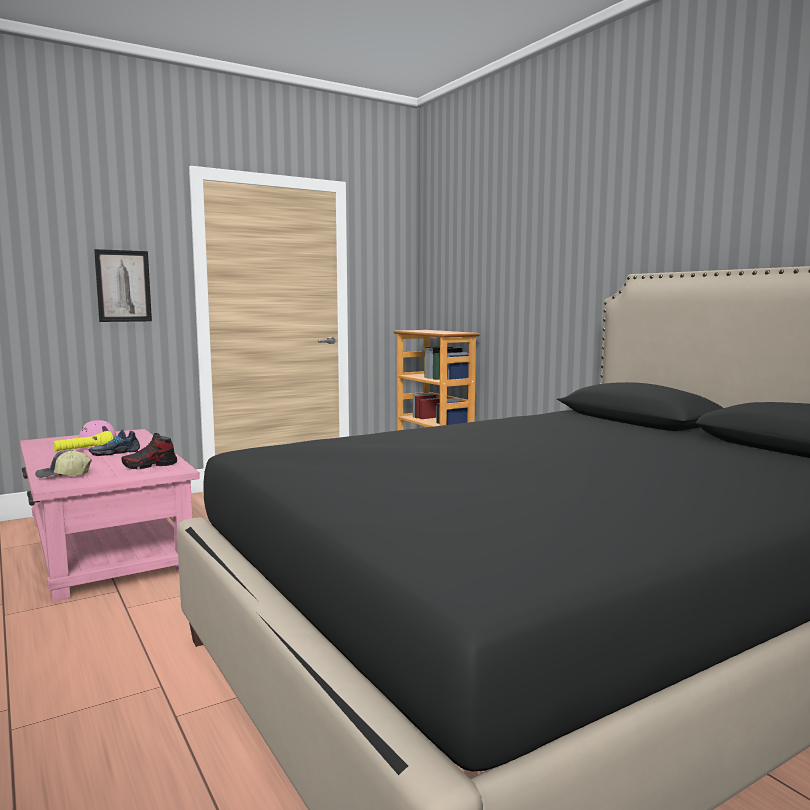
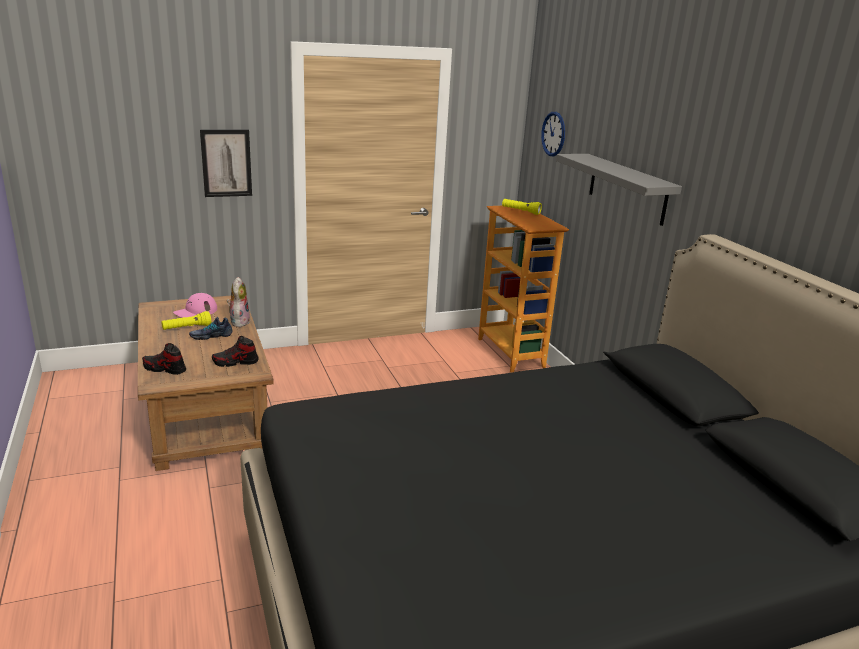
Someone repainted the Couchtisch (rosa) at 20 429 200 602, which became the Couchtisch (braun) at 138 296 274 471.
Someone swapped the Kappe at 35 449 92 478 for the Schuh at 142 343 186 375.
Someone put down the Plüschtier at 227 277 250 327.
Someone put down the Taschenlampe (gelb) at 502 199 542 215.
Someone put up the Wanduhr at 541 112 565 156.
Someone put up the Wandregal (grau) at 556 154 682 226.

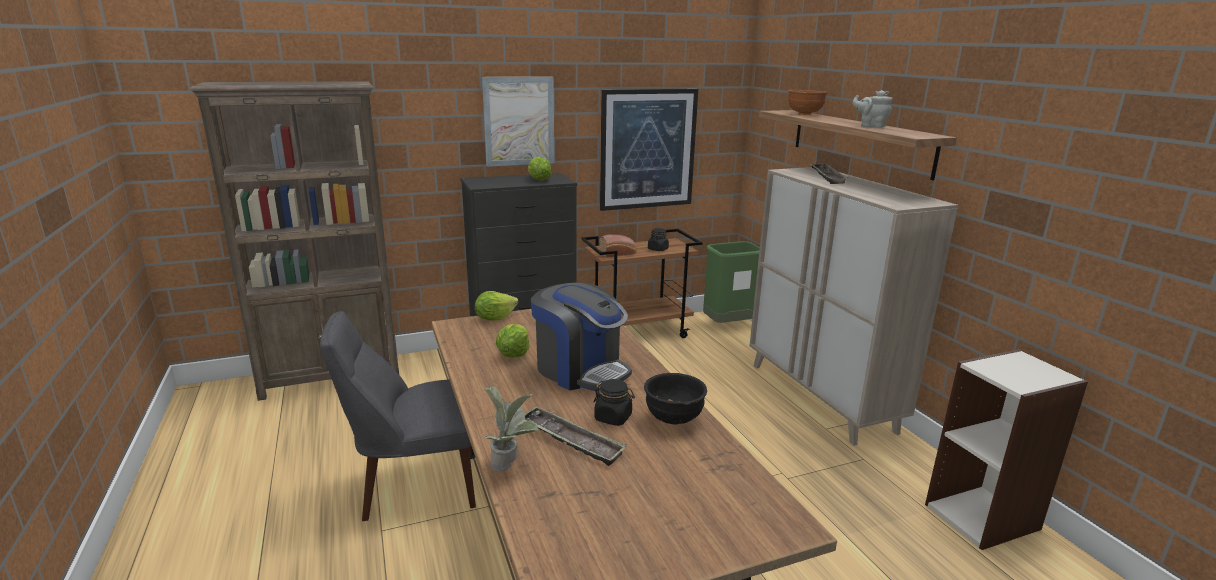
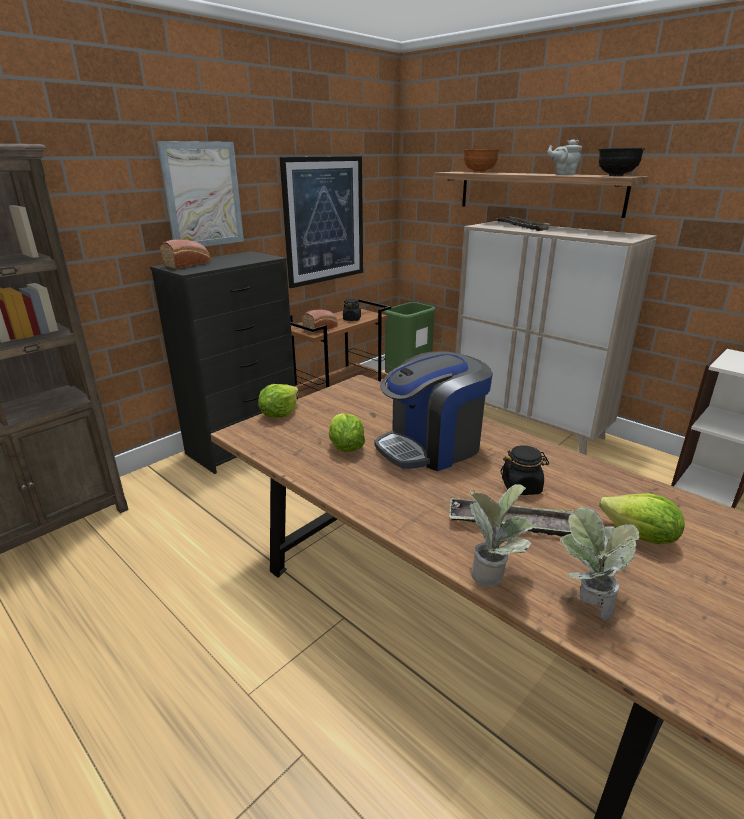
Someone took away the Stuhl (grau) at 320 311 476 521.
Someone carried the Salatkopf from 528 157 552 181 to 599 493 685 544.
Someone rotated the Kaffeemaschine at 531 282 632 391 by 135 degrees clockwise.
Someone carried the Schüssel (schwarz) from 644 373 707 425 to 598 148 645 176.
Someone put down the Brot at 160 239 211 269.
Someone put down the Topfpflanze at 560 507 639 620.

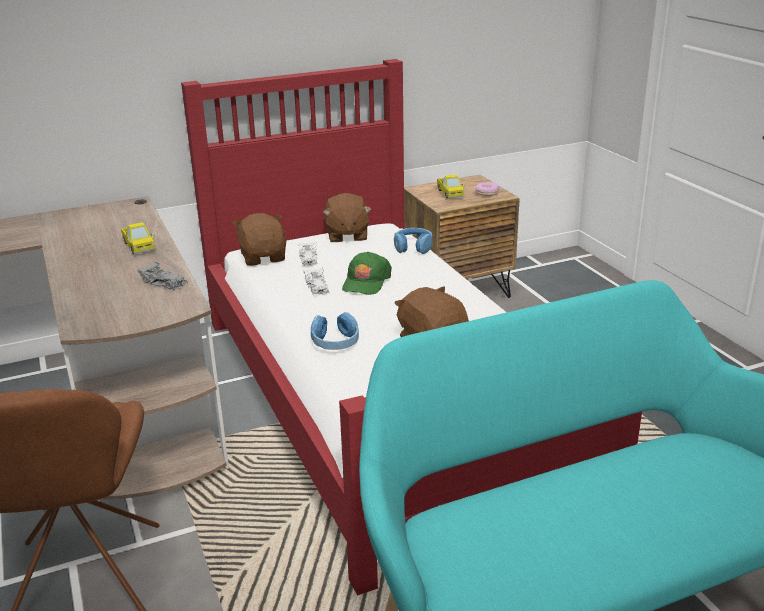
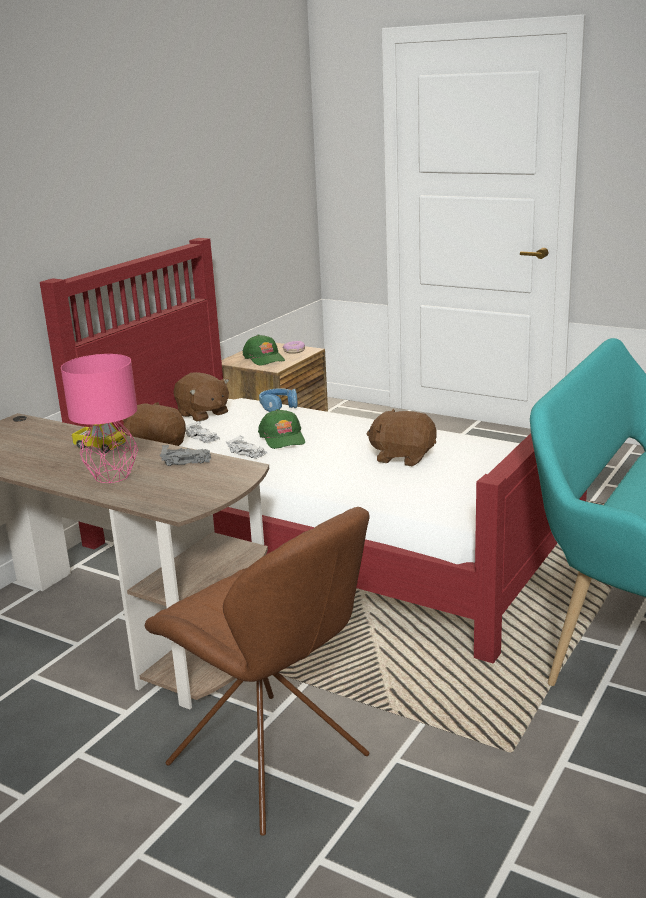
Someone took away the Kopfhörer (blau) at 311 312 359 350.
Someone swapped the Spielzeuglaster at 437 175 465 198 for the Kappe (grün) at 243 334 285 366.
Someone put down the Tischlampe (rosa) at 61 354 138 483.

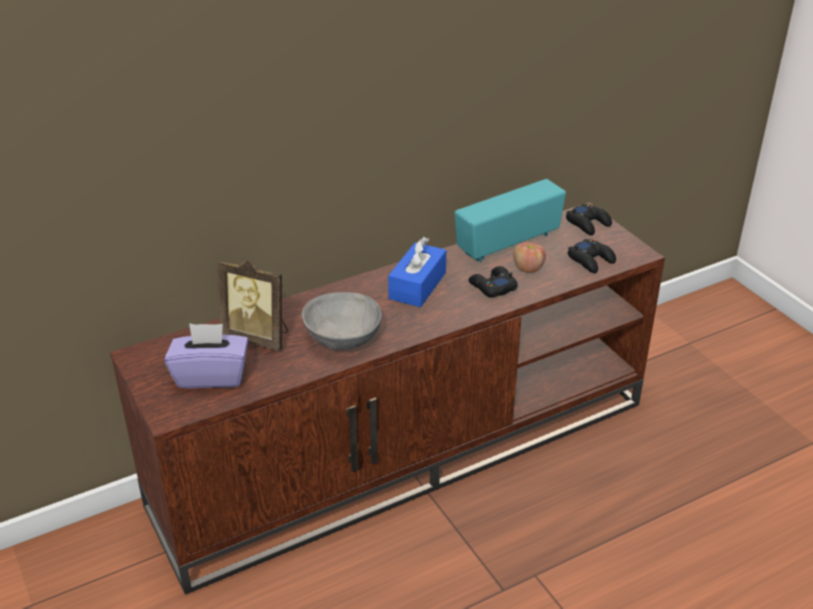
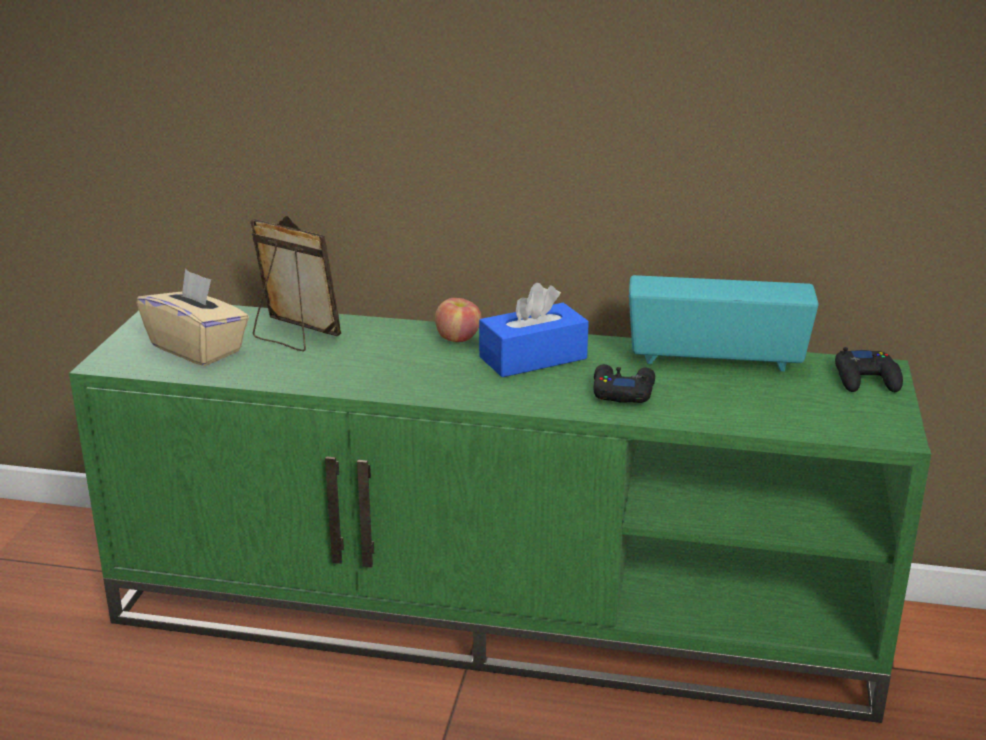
Someone repainted the Fernsehschrank (braun) at 110 202 665 595, which became the Fernsehschrank (grün) at 69 305 931 723.
Someone repainted the Taschentuchbox (lila) at 165 323 248 388, which became the Taschentuchbox (beige) at 137 269 249 366.
Someone rotated the Bilderrahmen at 218 259 288 351 by 150 degrees clockwise.
Someone took away the Schüssel (grau) at 302 292 382 350.
Someone carried the Apfel from 513 242 546 273 to 435 298 481 342.
Someone took away the Gamepad (schwarz) at 568 239 616 273.

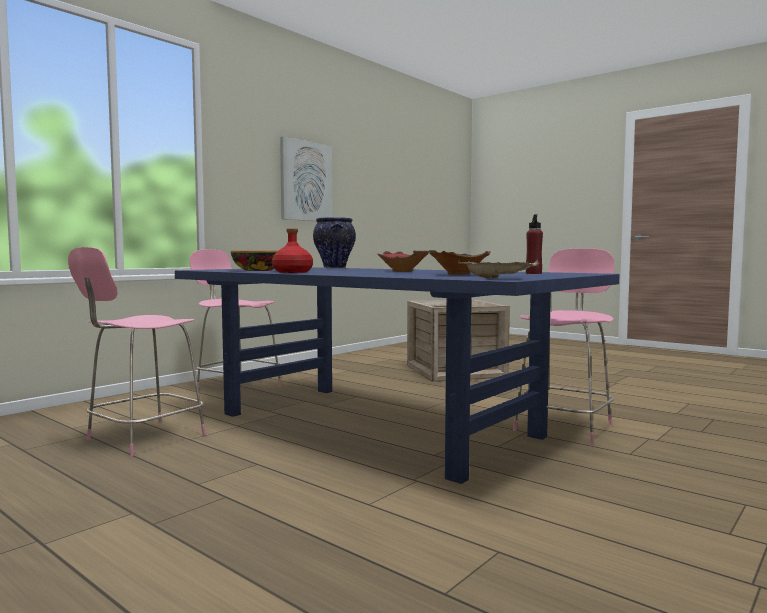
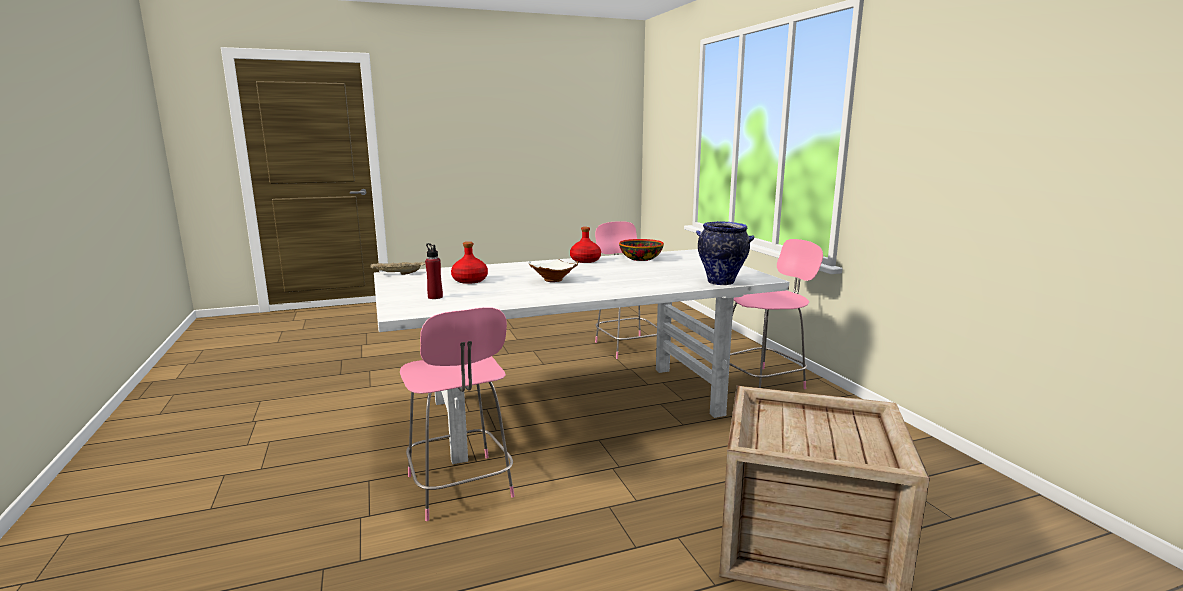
Someone repainted the Esstisch (blau) at 175 267 620 484, which became the Esstisch (weiß) at 374 249 789 464.
Someone took away the Bild at 280 137 332 221.
Someone repainted the Schüssel (rot) at 377 251 429 272, which became the Schüssel (weiß) at 529 259 578 282.
Someone swapped the Schüssel (schwarz) at 429 250 490 275 for the Flasche (rot) at 451 242 488 284.

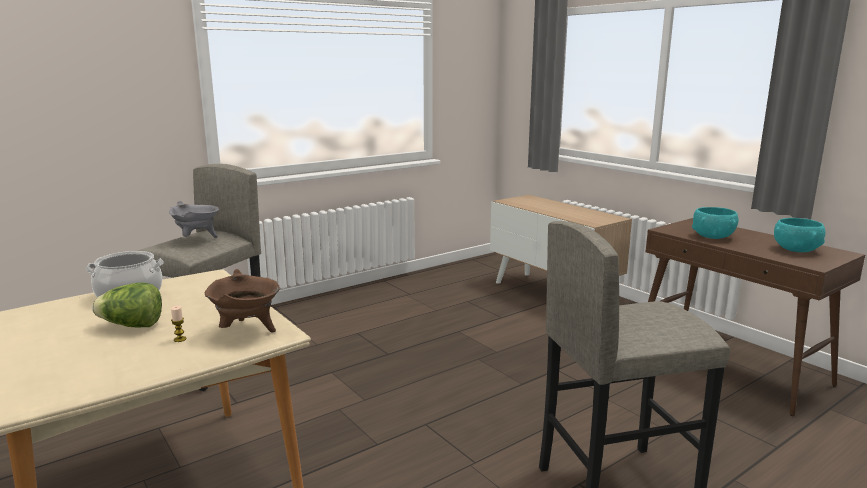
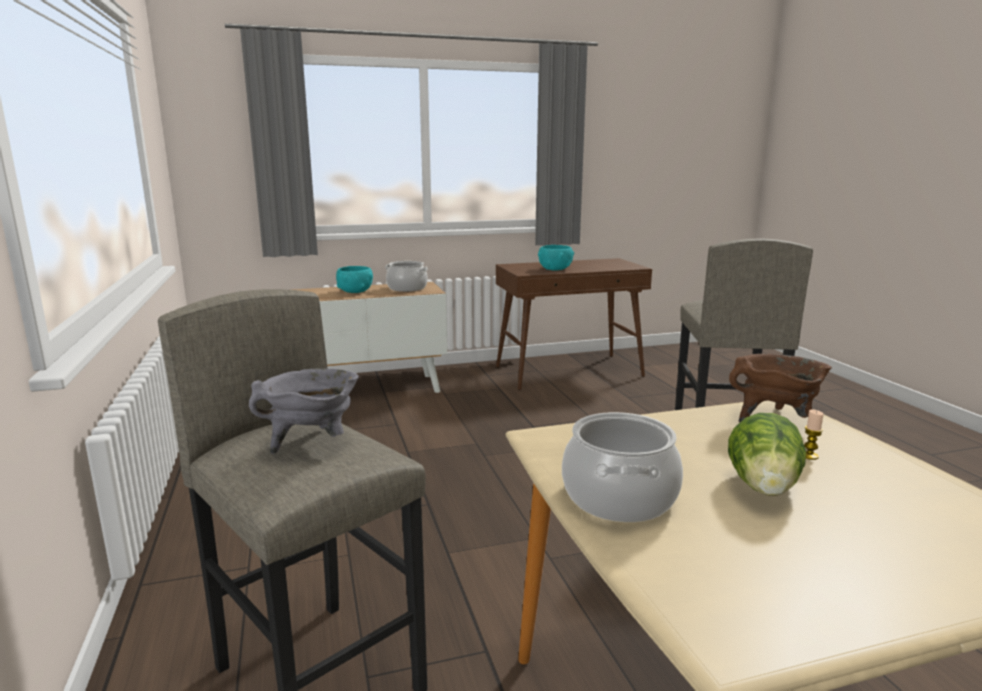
Someone carried the Schüssel (türkis) from 774 218 826 252 to 336 266 373 293.
Someone put down the Kochtopf at 385 261 428 292.

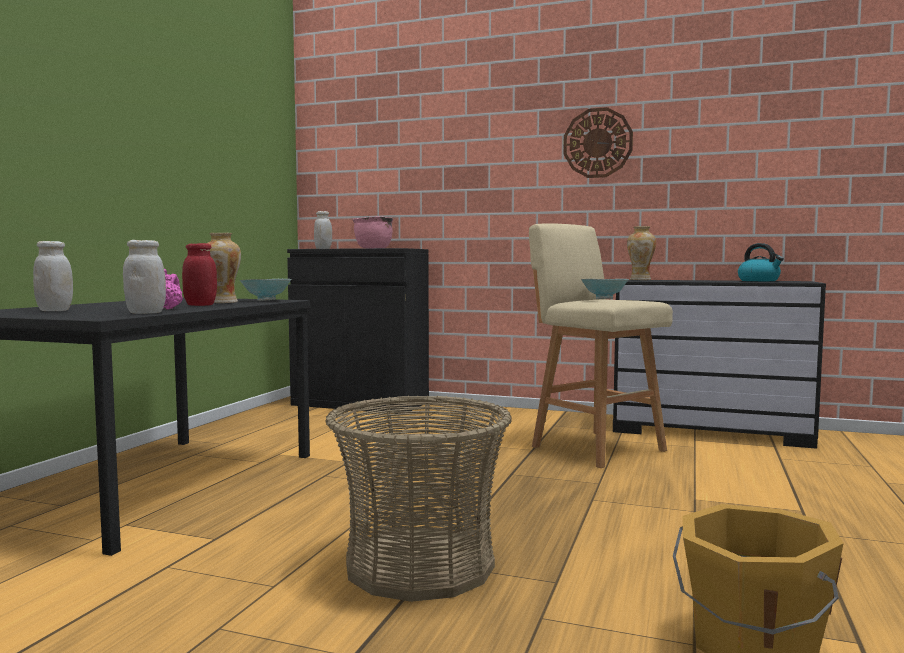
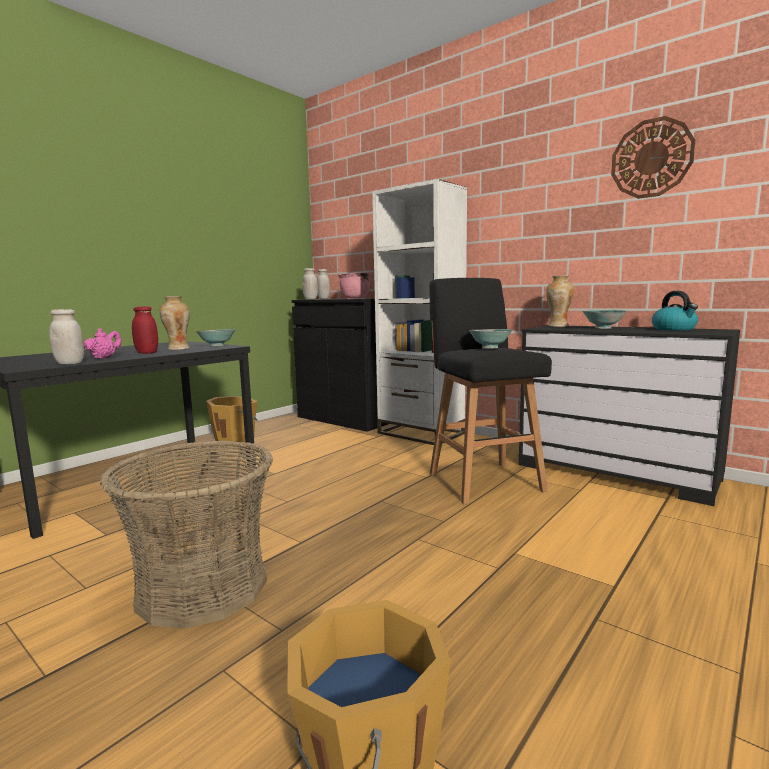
Someone carried the Vorratsglas (weiß) from 33 241 73 311 to 303 268 318 299.
Someone repainted the Hocker (beige) at 529 223 673 468, which became the Hocker (schwarz) at 429 278 552 504.
Someone carried the Wanduhr from 563 107 633 178 to 611 116 695 199.
Someone put down the Eimer (orange) at 206 396 258 442.
Someone put down the Bücherregal (weiß) at 372 179 467 445.
Someone put down the Schüssel at 583 310 627 329.

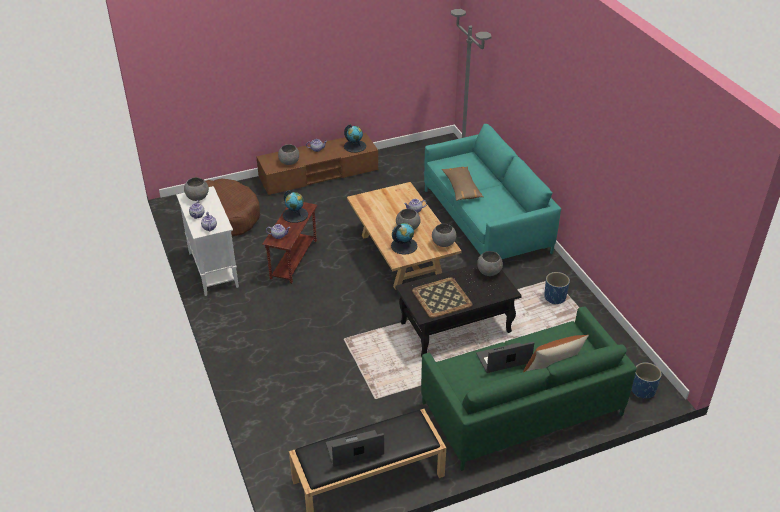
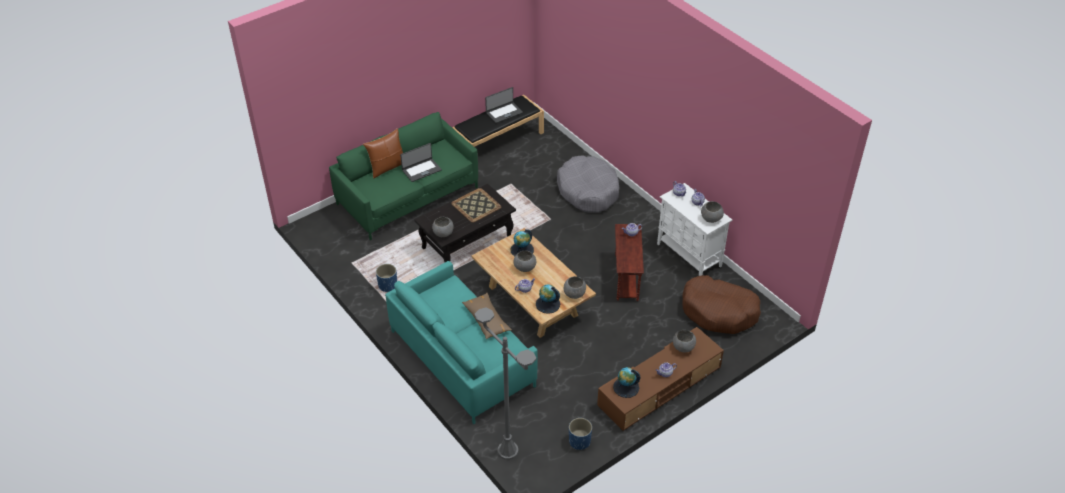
Someone carried the Globus from 283 190 308 223 to 536 285 560 314.
Someone carried the Schüssel (grau) from 432 224 456 247 to 564 276 586 299.
Someone carried the Pflanzkübel (blau) from 632 362 662 399 to 569 418 592 450.
Someone put down the Hundebett (grau) at 557 155 619 213.

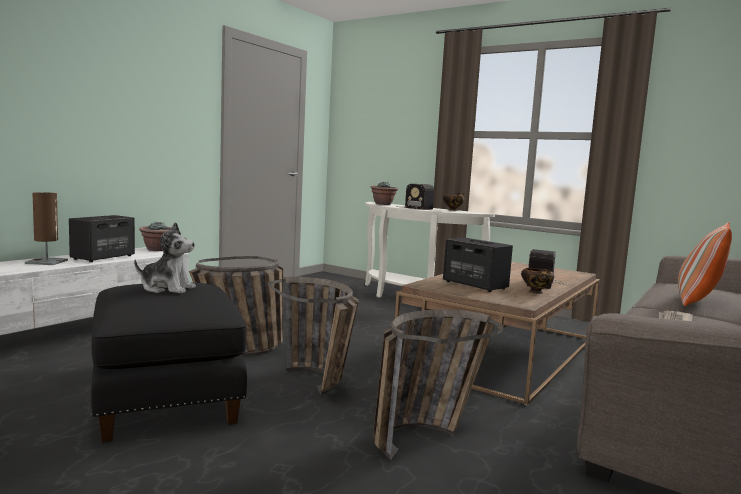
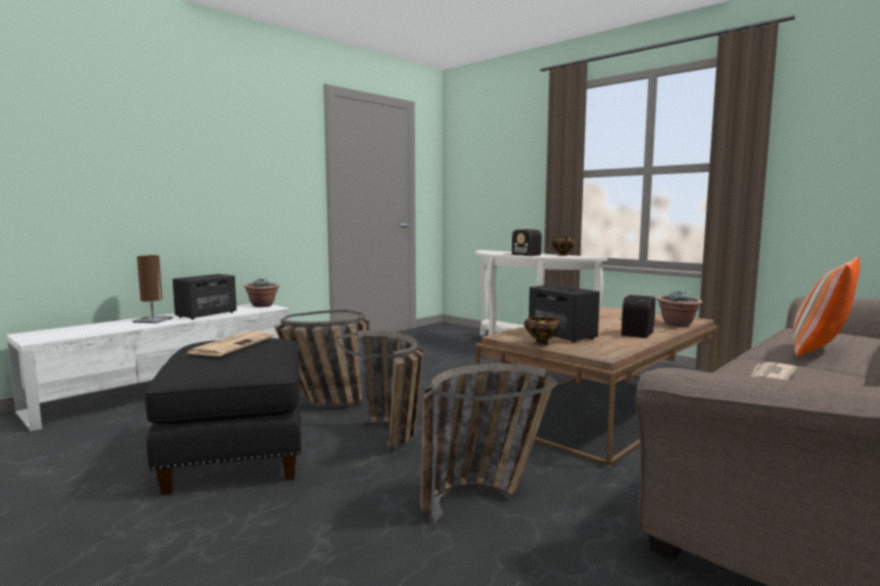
Someone swapped the Plüschtier at 134 222 196 293 for the Zeitung at 185 331 274 356.
Someone carried the Topfpflanze from 370 182 398 205 to 657 291 703 327.
Someone carried the Schüssel from 521 268 554 294 to 524 317 560 345.

